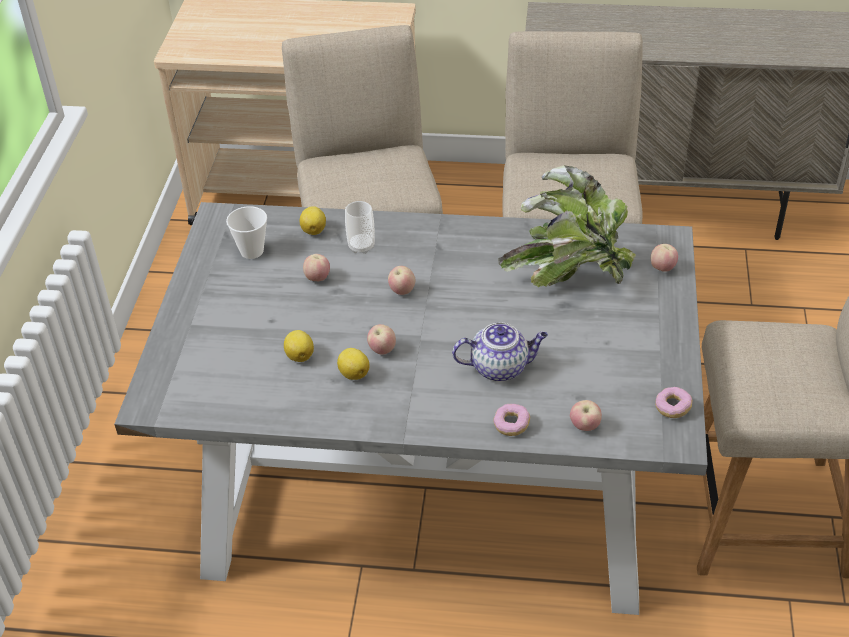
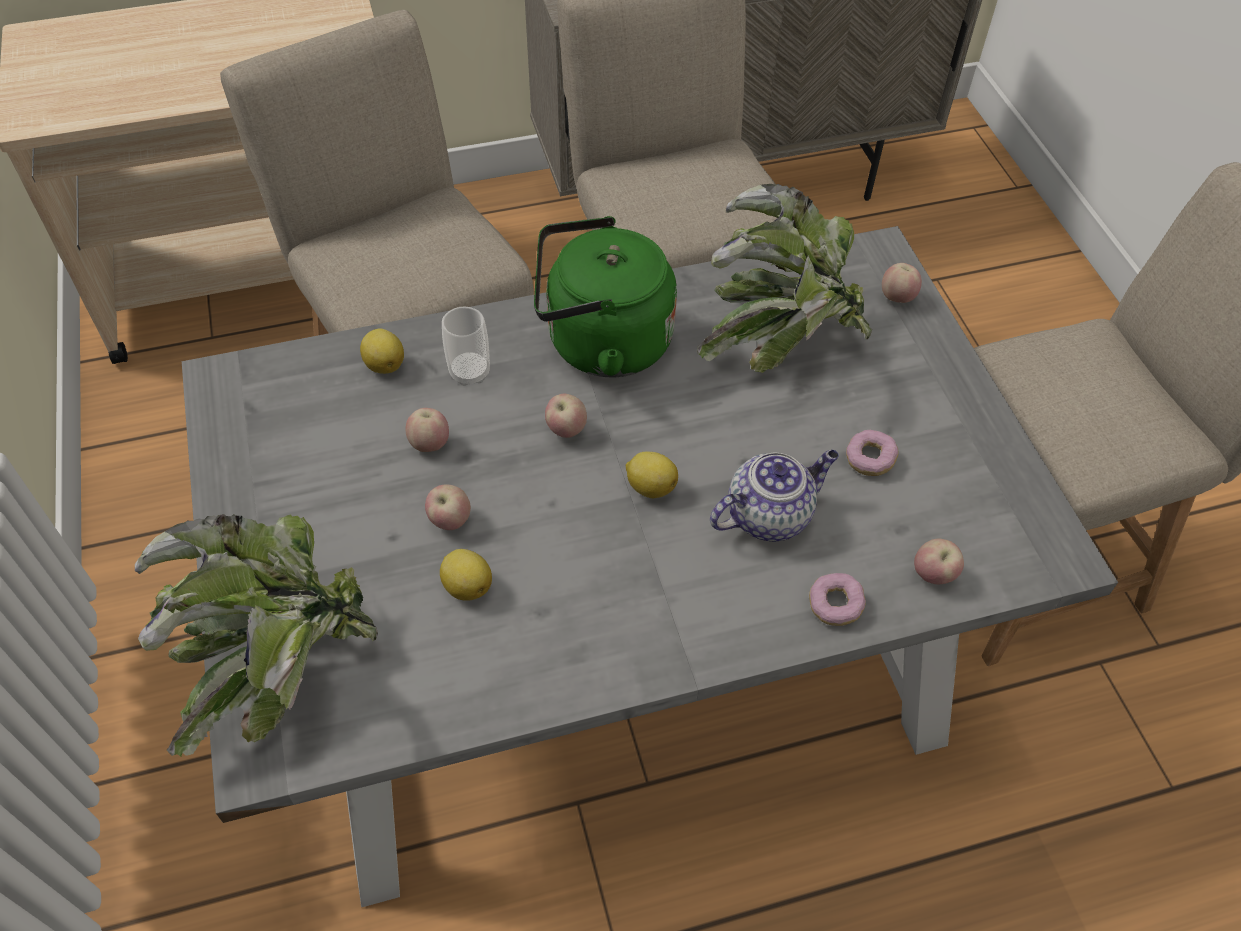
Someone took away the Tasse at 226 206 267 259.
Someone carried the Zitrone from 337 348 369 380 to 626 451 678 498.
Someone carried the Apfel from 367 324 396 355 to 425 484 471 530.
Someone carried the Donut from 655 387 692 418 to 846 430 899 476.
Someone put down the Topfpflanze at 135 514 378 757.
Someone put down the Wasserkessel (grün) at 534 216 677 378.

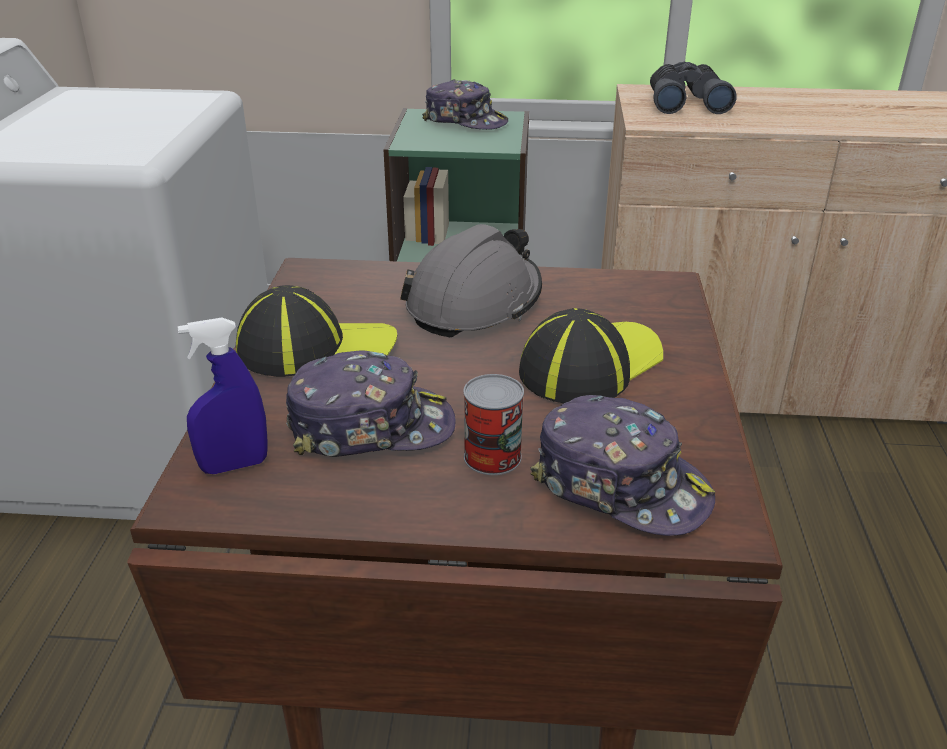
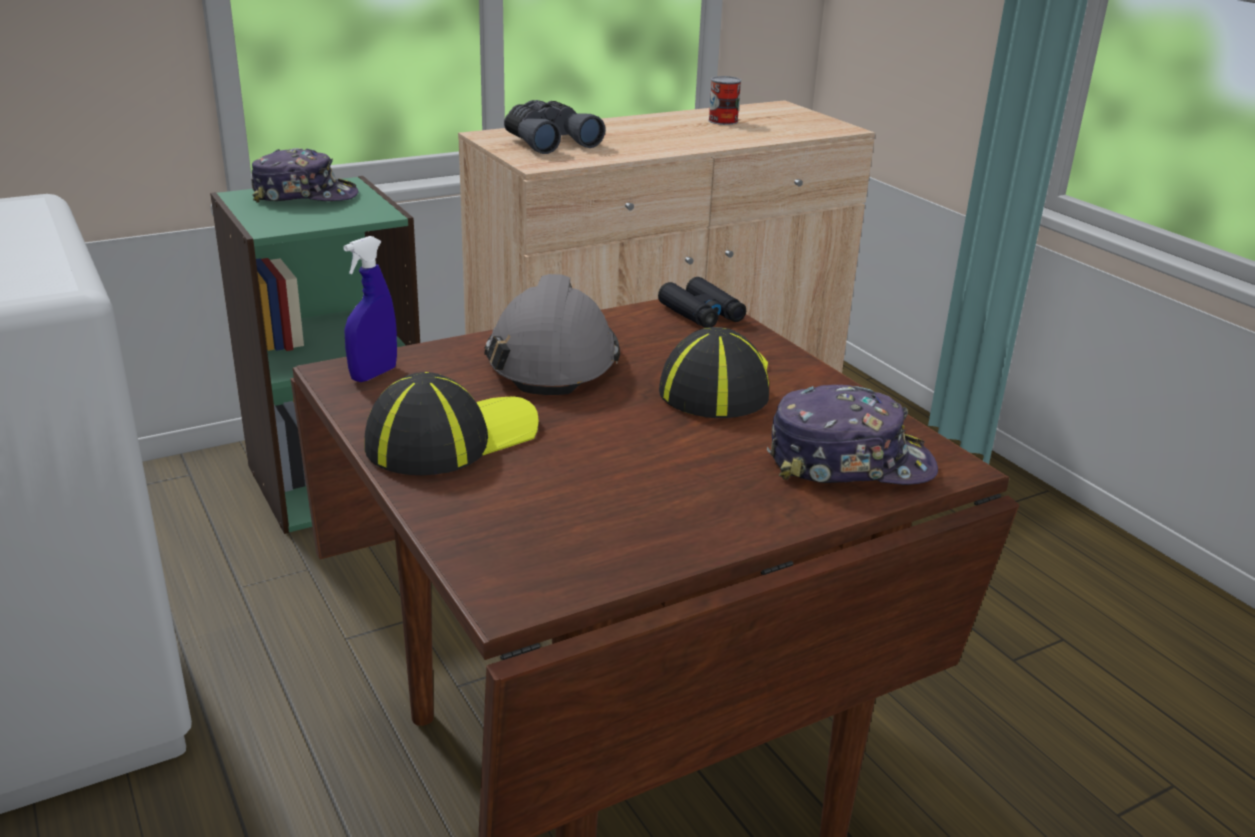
Someone carried the Sprühflasche (blau) from 178 317 268 474 to 343 236 397 382.
Someone took away the Kappe at 286 351 455 457.
Someone carried the Dose from 463 374 524 475 to 708 76 741 125.
Someone put down the Fernglas (schwarz) at 658 277 746 328.

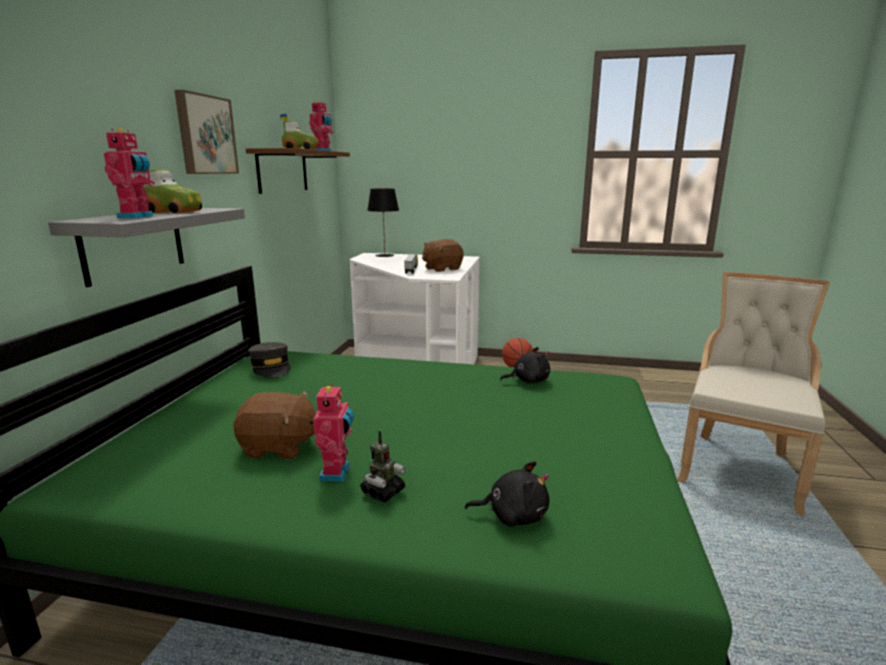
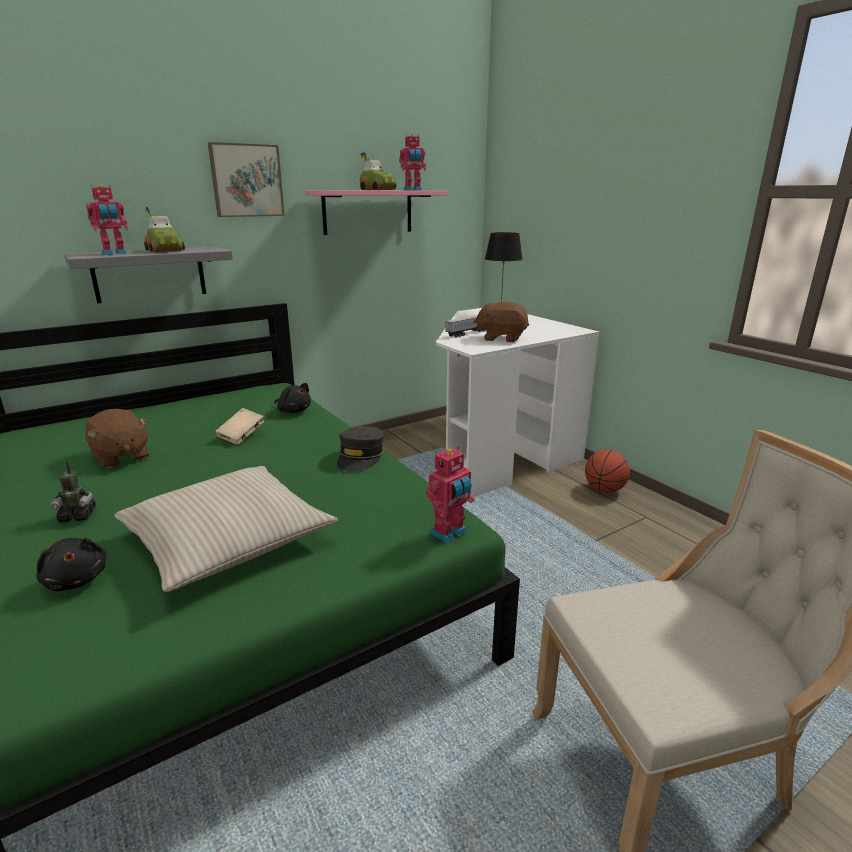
Someone repainted the Wandregal (braun) at 246 148 350 194, which became the Wandregal (rosa) at 306 190 449 235.
Someone carried the Kappe (grau) from 249 342 291 377 to 337 426 384 472.
Someone carried the Spielzeugroboter from 314 383 354 482 to 426 447 474 543.
Someone carried the Plüschtier (schwarz) from 500 347 550 384 to 274 383 311 413.
Someone put down the Kissen (beige) at 114 466 338 592.
Someone put down the Buch (beige) at 215 408 264 444.

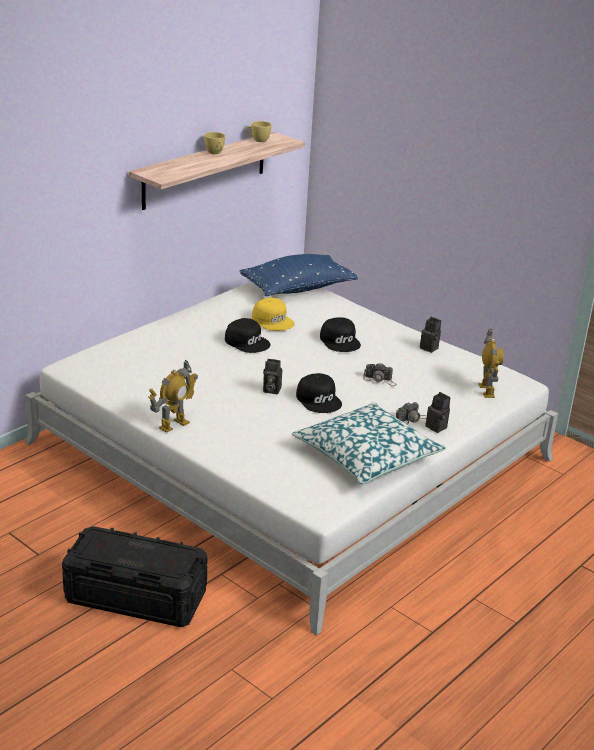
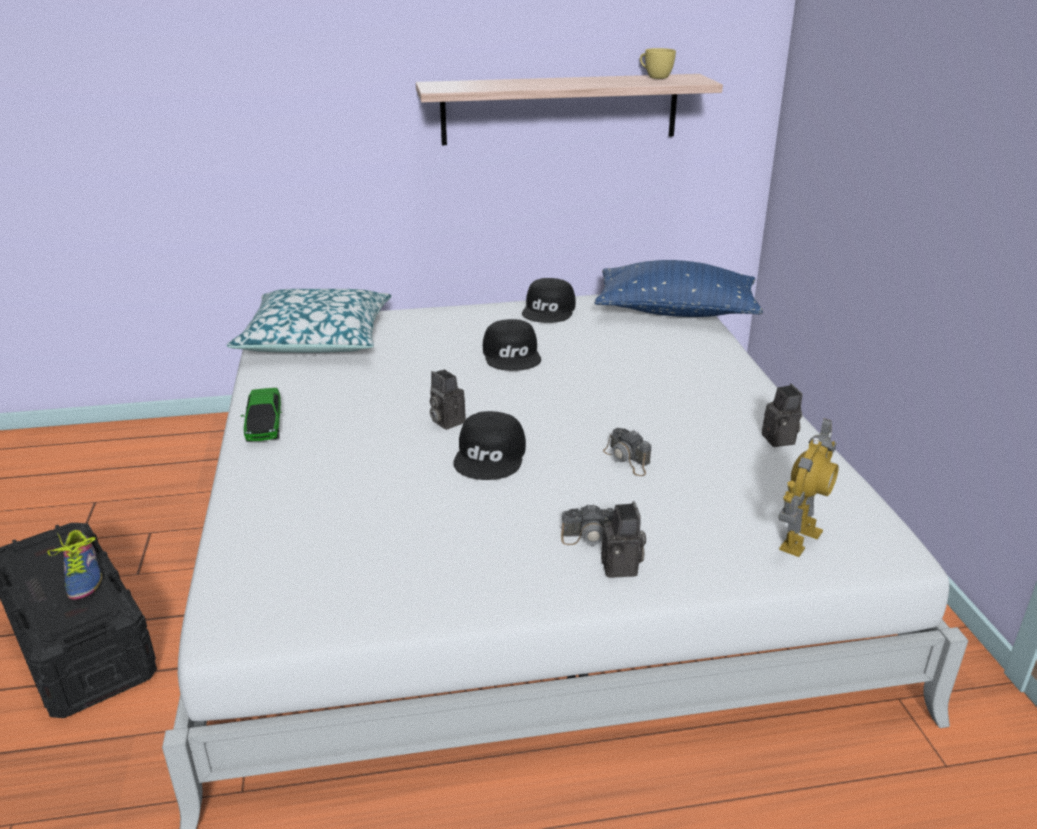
Someone swapped the Spielzeugroboter at 148 360 198 433 for the Spielzeugauto at 241 388 282 442.
Someone took away the Tasse (gelb) at 204 132 225 154.
Someone took away the Kappe (gelb) at 252 298 295 331.
Someone carried the Kissen from 292 402 446 485 to 227 289 392 353.
Someone carried the Kappe (schwarz) from 320 317 361 352 to 522 278 576 323.
Someone put down the Schuh at 47 530 102 600.

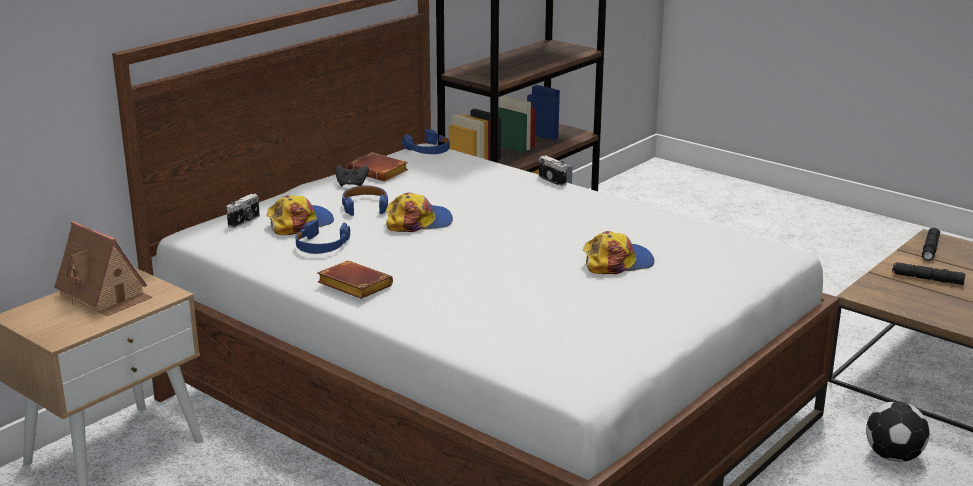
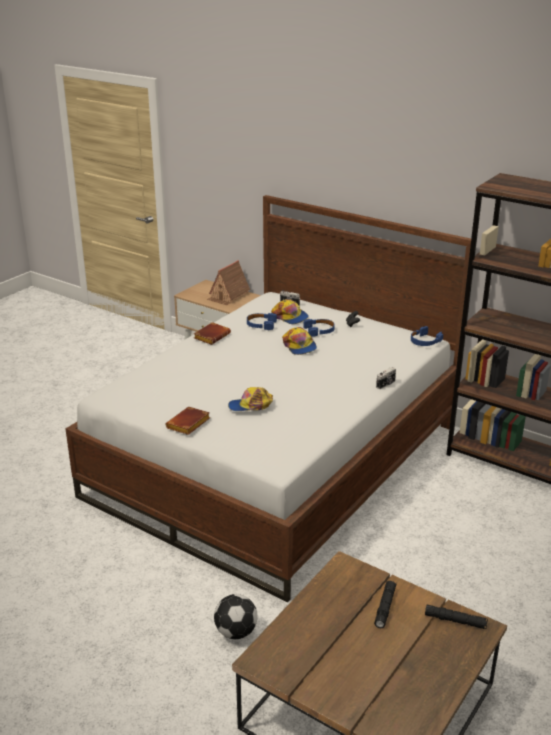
Someone carried the Buch (braun) from 347 152 408 181 to 166 407 210 435.
Someone rotated the Kappe at 583 231 654 274 by 105 degrees clockwise.

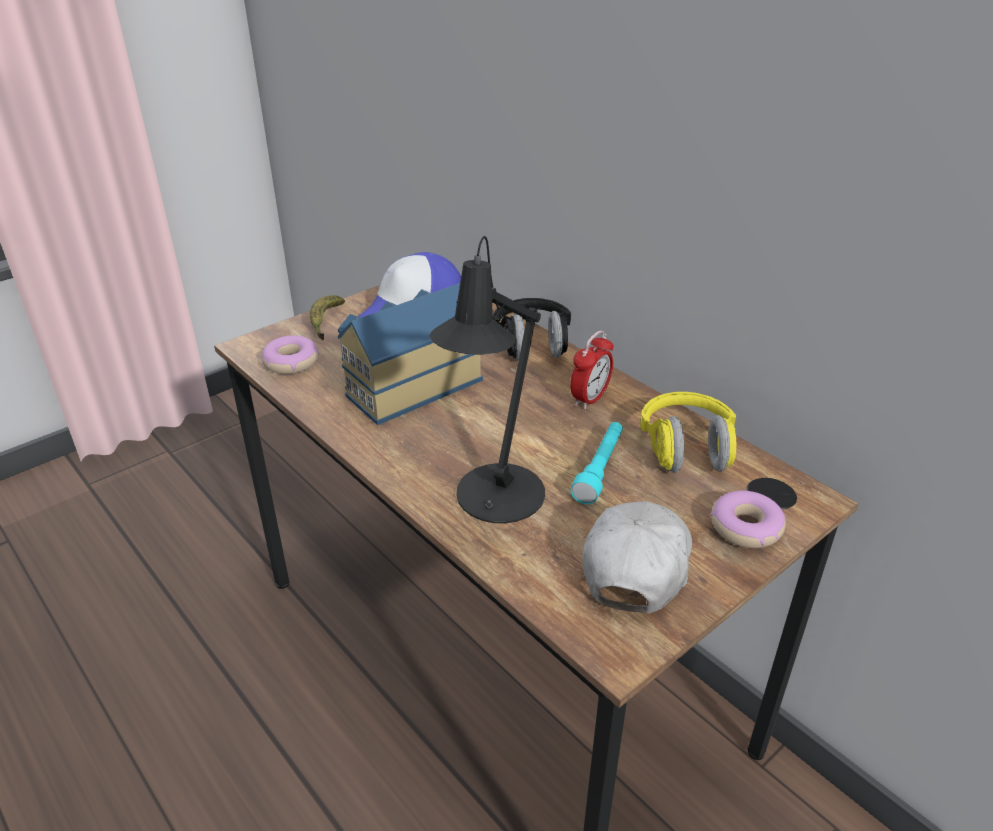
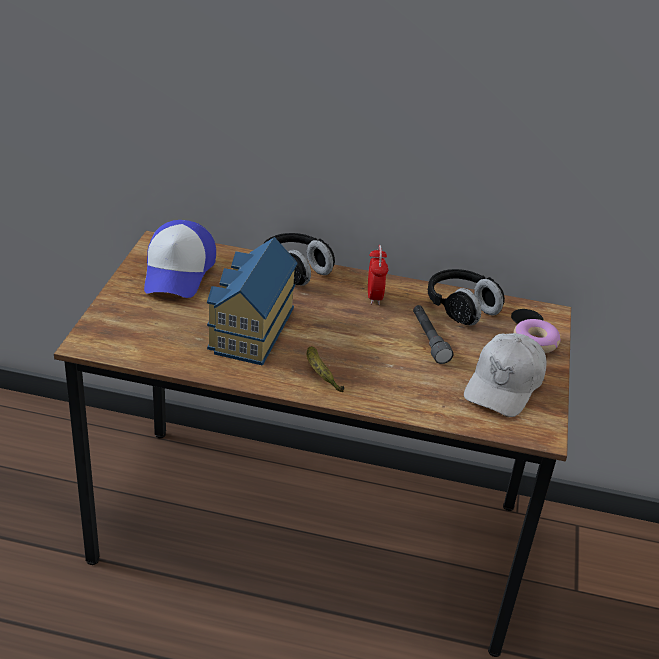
Someone took away the Donut at 262 335 319 374.
Someone carried the Banane from 310 295 345 340 to 307 346 344 392.
Someone took away the Tischlampe (schwarz) at 430 236 545 523.
Someone repainted the Taschenlampe (türkis) at 571 422 623 504, which became the Taschenlampe (grau) at 413 305 454 364.
Someone rotated the Kappe (weiß) at 582 501 692 613 by 135 degrees counterclockwise.
Someone repainted the Kopfhörer (gelb) at 640 392 737 473, which became the Kopfhörer (schwarz) at 428 269 505 325.

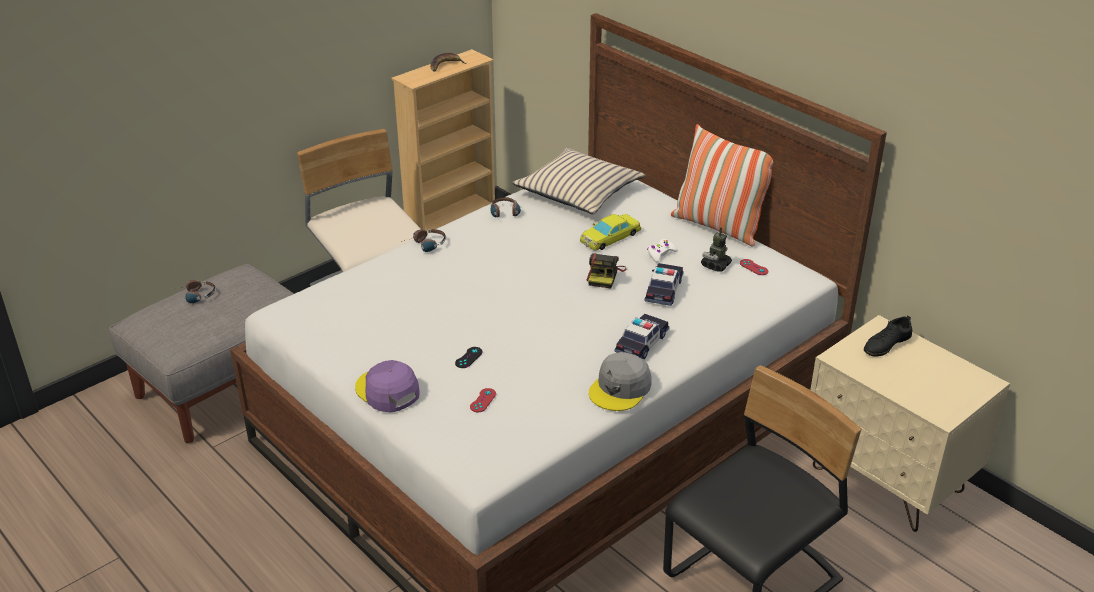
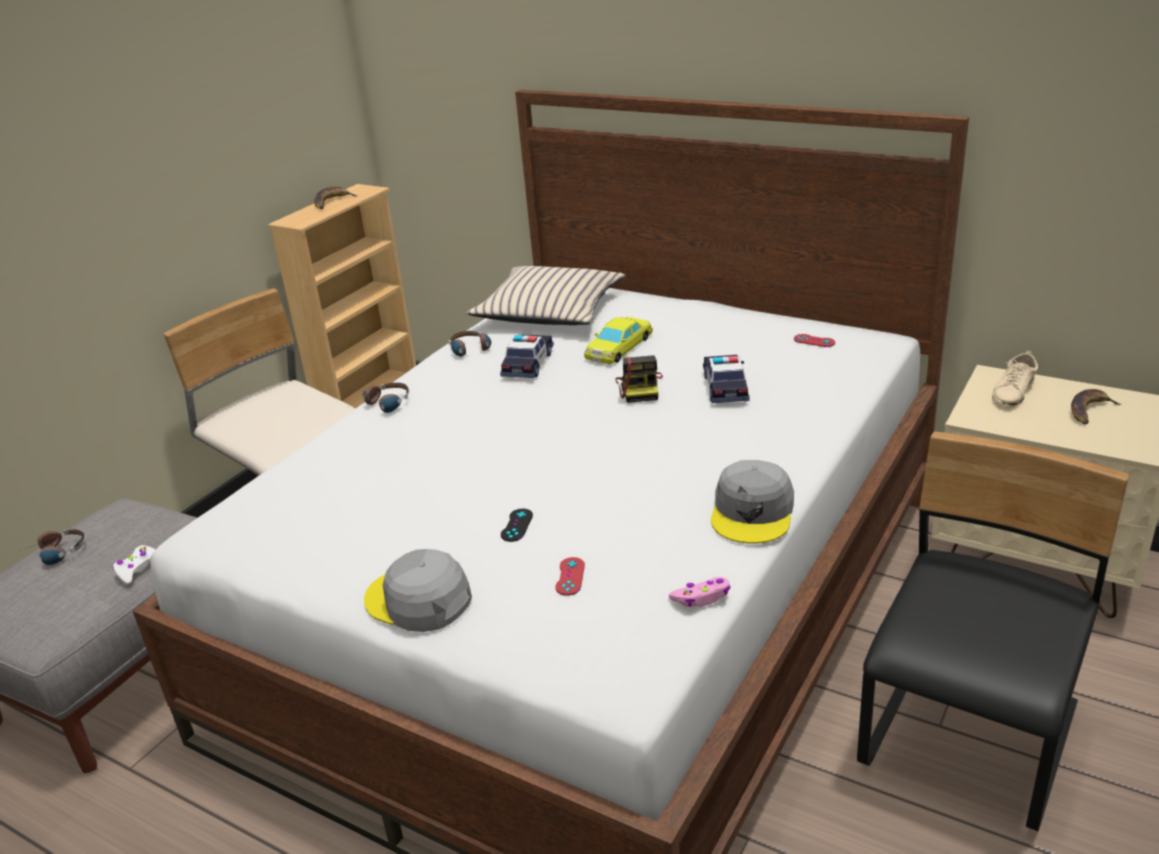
Someone repainted the Kappe (lila) at 355 360 420 412, which became the Kappe (grau) at 364 549 472 632.
Someone carried the Spielzeugauto from 615 314 669 359 to 500 335 554 378.
Someone carried the Gamepad (weiß) from 647 239 677 262 to 113 545 156 584.
Someone took away the Kissen at 671 124 773 246.
Someone took away the Spielzeugroboter at 701 227 732 272.
Someone repainted the Schuh (schwarz) at 864 315 912 357, which became the Schuh (beige) at 992 351 1038 407.
Someone put down the Gamepad (rosa) at 669 577 730 607.
Someone put down the Banane at 1071 389 1121 424.

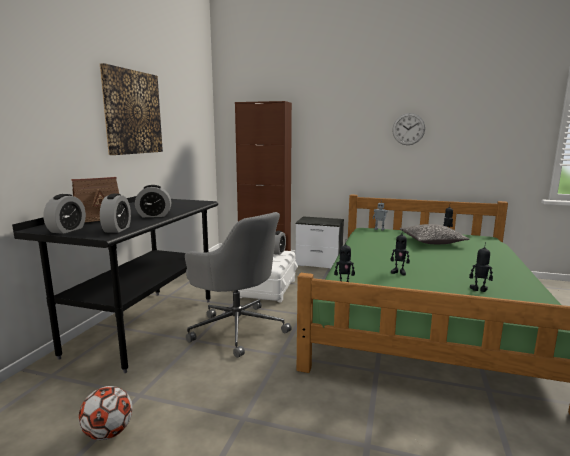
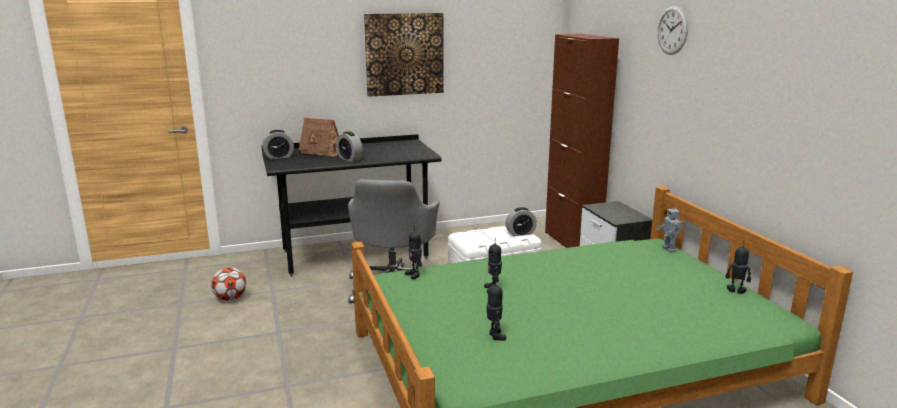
Someone took away the Wecker at 100 194 131 233.
Someone carried the Wanduhr from 392 113 425 145 to 657 6 688 55.
Someone took away the Kissen at 400 224 470 244.

